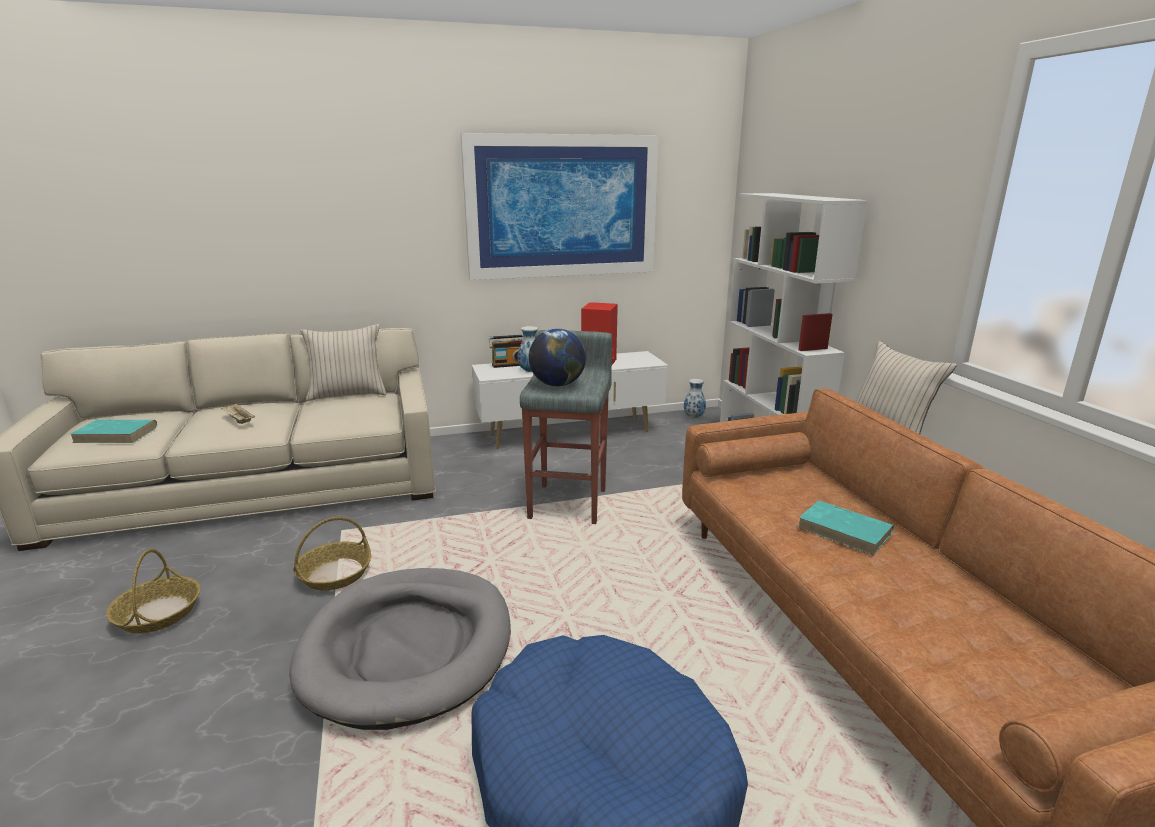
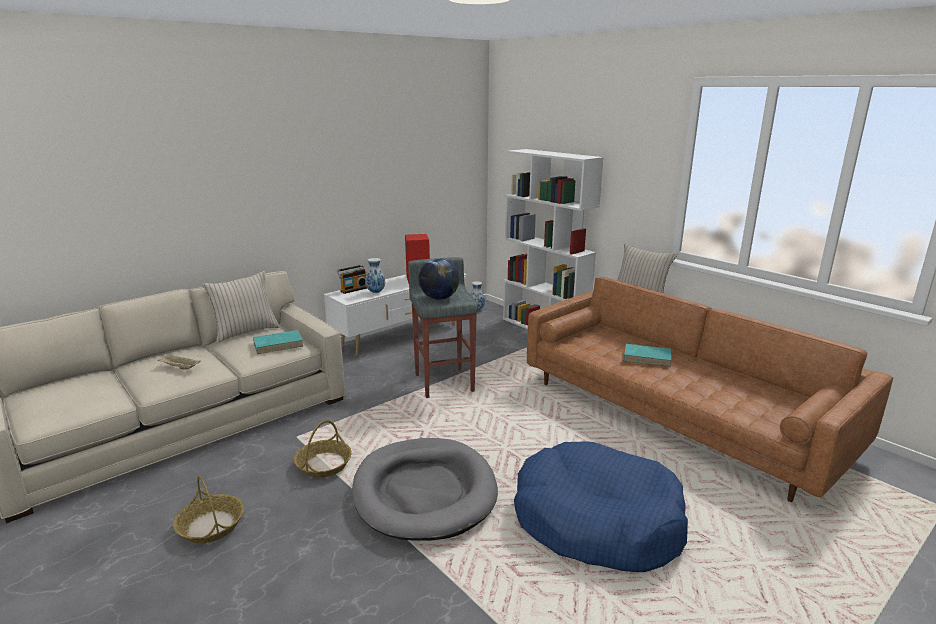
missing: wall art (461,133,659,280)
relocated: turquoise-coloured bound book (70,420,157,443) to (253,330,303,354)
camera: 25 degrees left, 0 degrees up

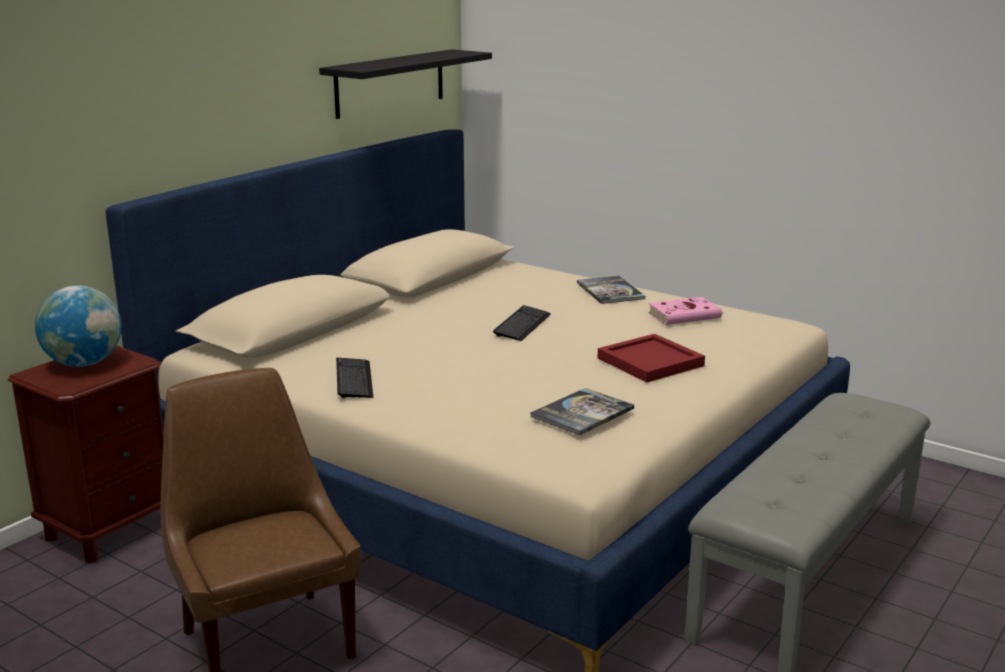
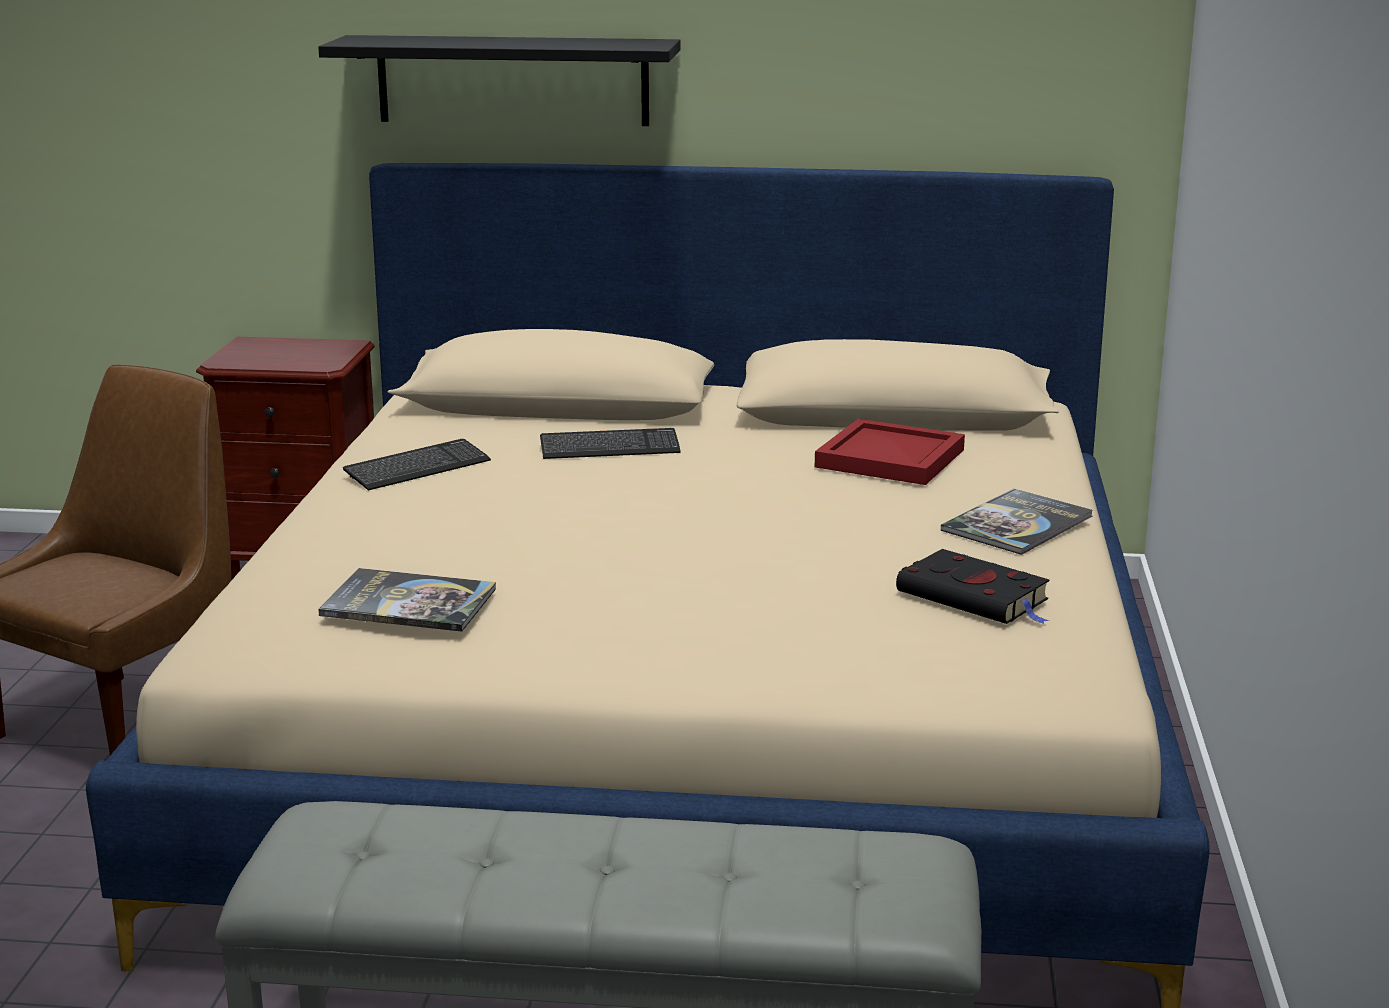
missing: desk globe (35,285,122,367)
relocated: blackish wall shelf (319,49,492,119) to (318,35,681,126); keyboard (493,305,551,341) to (540,428,681,459); red serving tray (598,334,705,383) to (815,419,965,485)
colour: pink bound book (648,297,723,325) to blackish bound book (896,549,1050,624)
camera: 60 degrees right, 0 degrees up

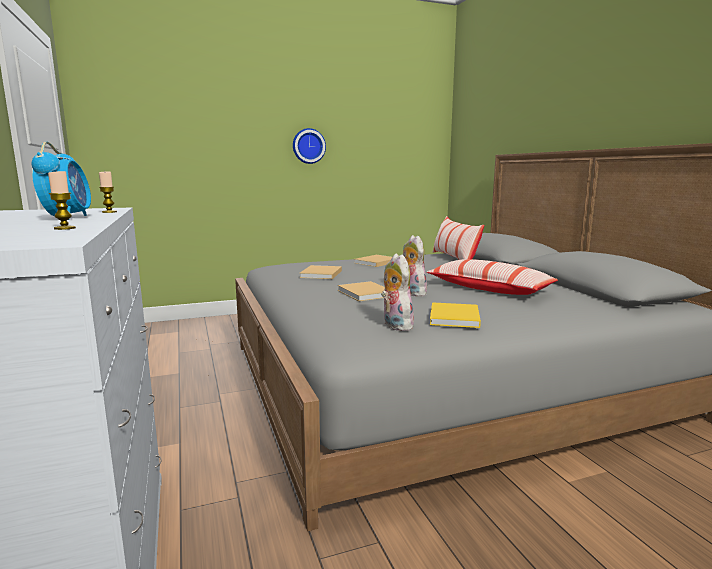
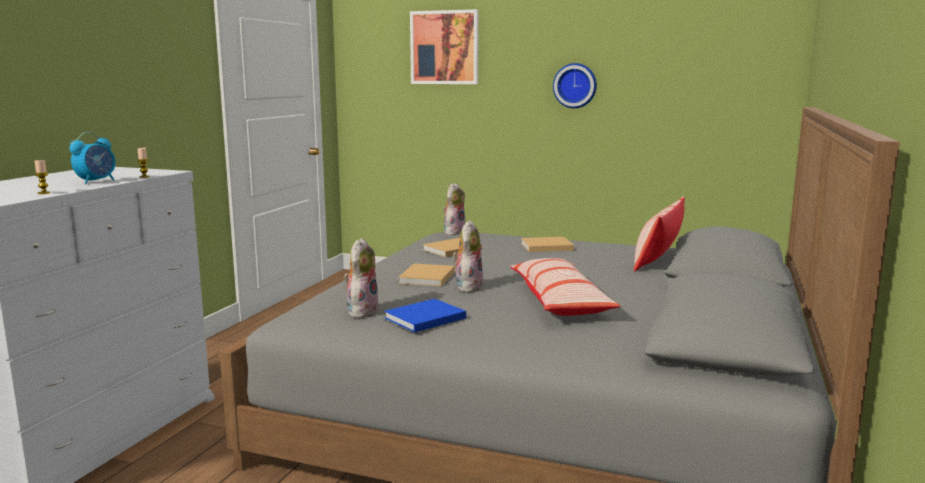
appeared: wall art (410,9,479,84); plush toy (443,183,465,235)
colour: yellow-coloured bound book (430,302,481,328) to bluish bound book (384,299,466,332)
camera: 40 degrees right, 0 degrees up

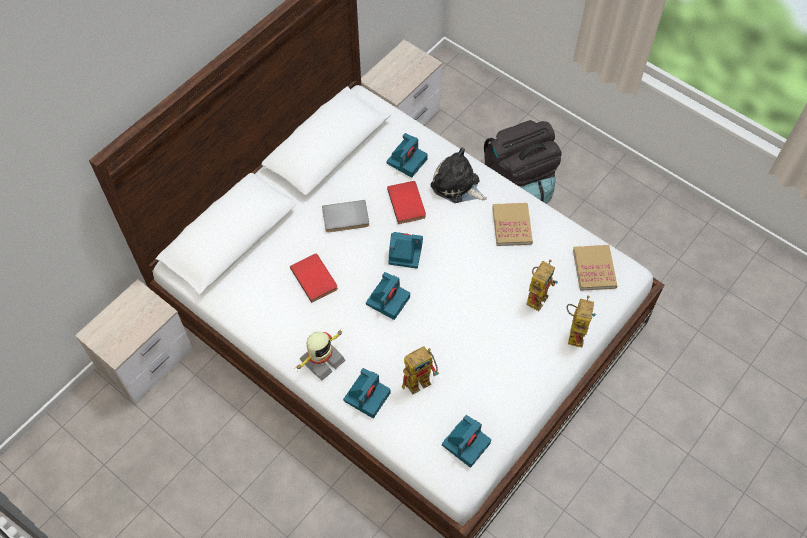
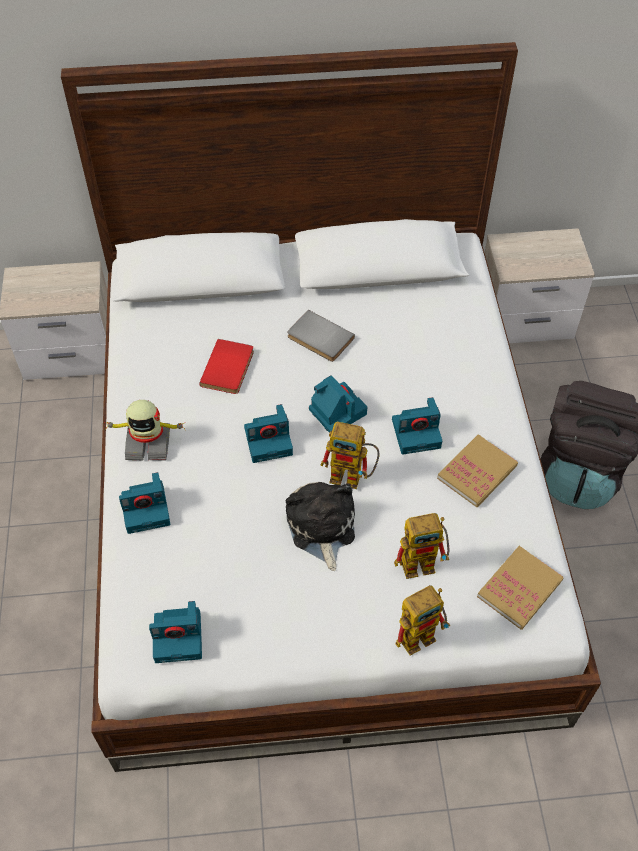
missing: red bound book (387,181,426,224)
relocated: photo camera (387,133,428,178) to (392,397,442,455); toy robot (402,347,440,395) to (320,422,379,489); plush toy (431,148,487,203) to (286,482,355,571)
camera: 45 degrees right, 5 degrees down

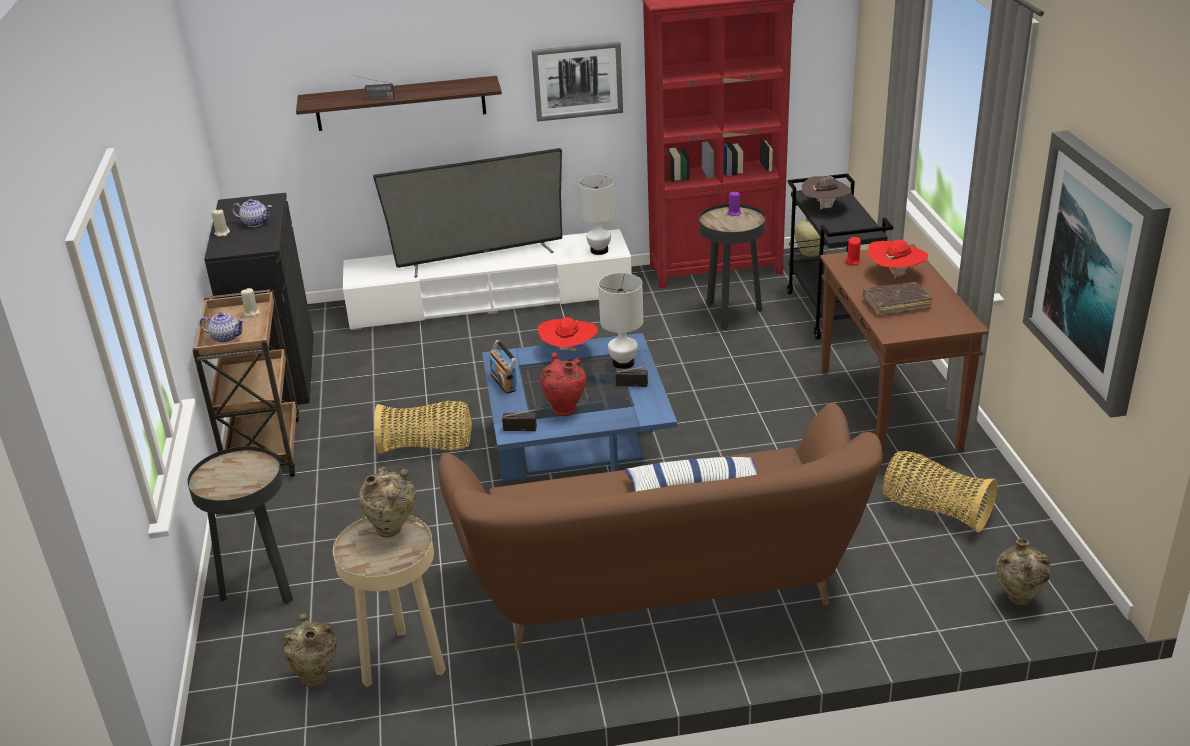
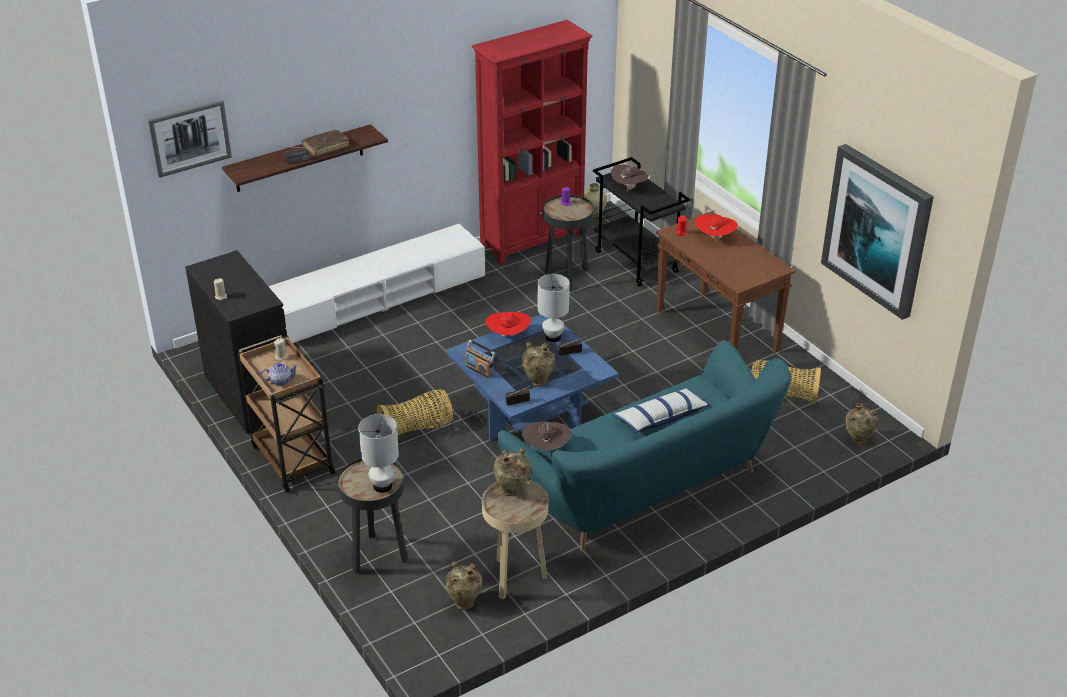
missing: teapot (232,199,272,227); television (373,148,562,278)
appeared: brown clothing hat (521,421,572,452)
relocated: wall art (532,41,623,122) to (148,100,232,178); white-coloured lamp for a table (578,175,615,255) to (358,414,399,493); brown bound book (863,282,932,317) to (302,130,349,157)
colour: brown settee (438,403,883,651) to turquoise-coloured settee (498,340,791,551); red decorative vase (540,352,586,416) to beige-coloured decorative vase (522,342,555,386)
camera: 25 degrees left, 5 degrees up

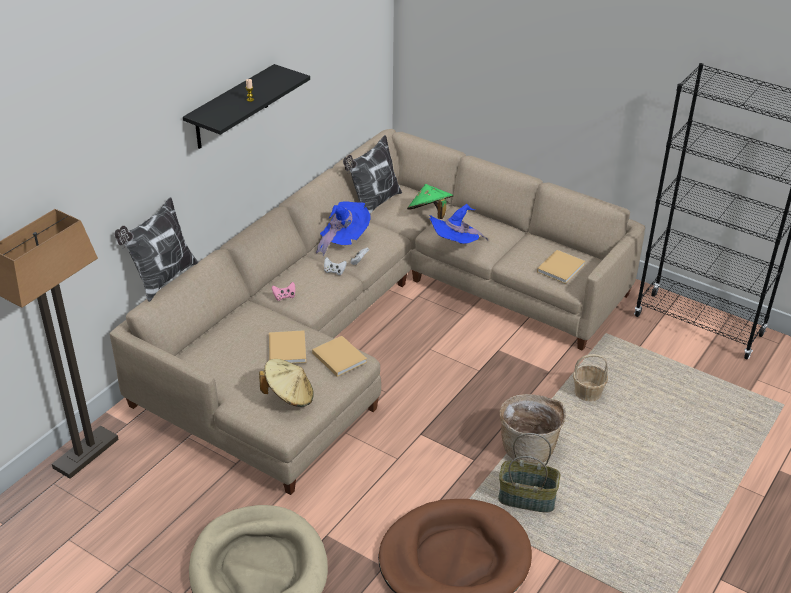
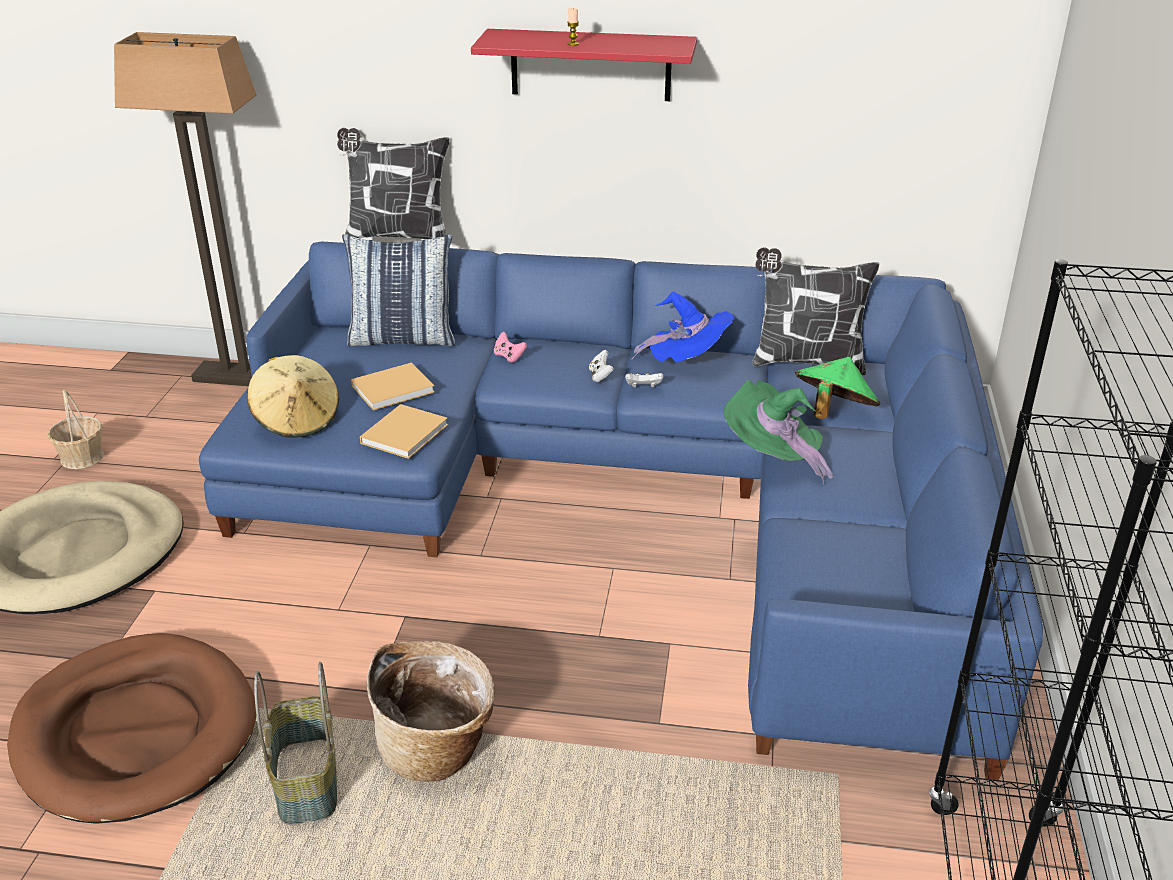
missing: beige-coloured bound book (537,250,585,284)
appeared: throw pillow (342,234,455,346)
relocated: household basket (573,354,608,402) to (47,390,104,469)
colour: beige-coloured settee (110,129,645,495) to bluish settee (199,242,1043,780); blackish wall shelf (183,64,310,149) to red wall shelf (471,29,697,101); bluish clothing hat (429,204,488,244) to green clothing hat (724,380,834,486)
camera: 65 degrees right, 5 degrees down

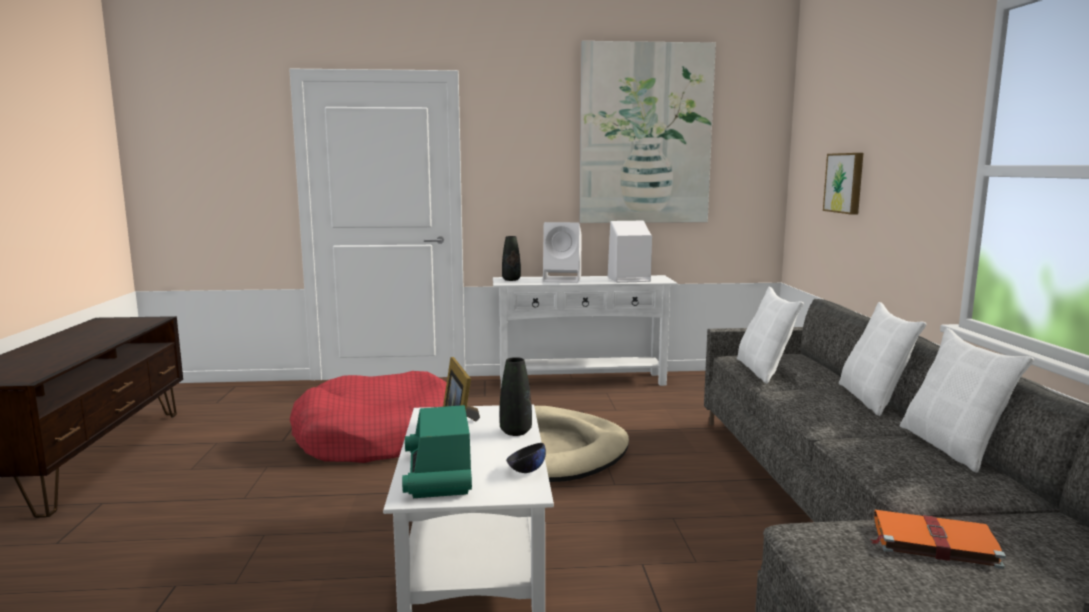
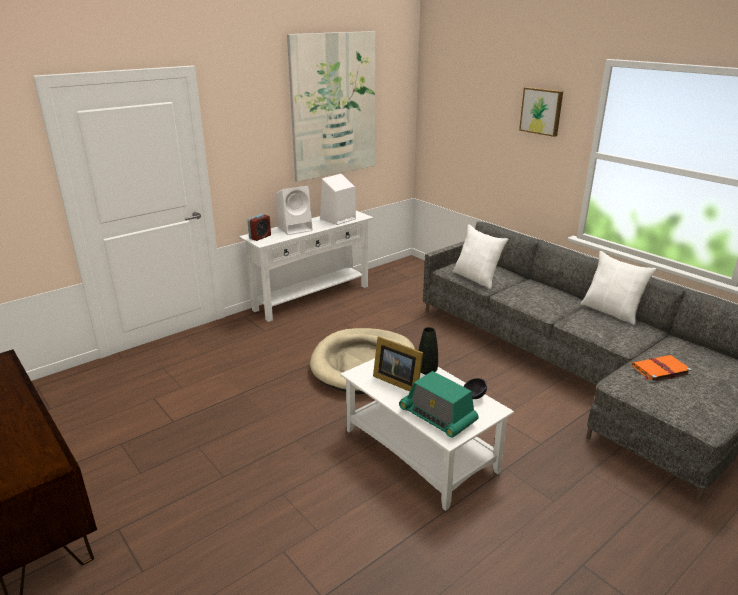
missing: red dog cushion (290,371,447,463); white-coloured throw pillow (839,302,927,416)
relocated: wall art (823,153,863,215) to (519,87,563,137)
exchanged: blackish decorative vase (502,236,521,281) to bedside clock (247,214,271,241)
camera: 35 degrees left, 15 degrees up

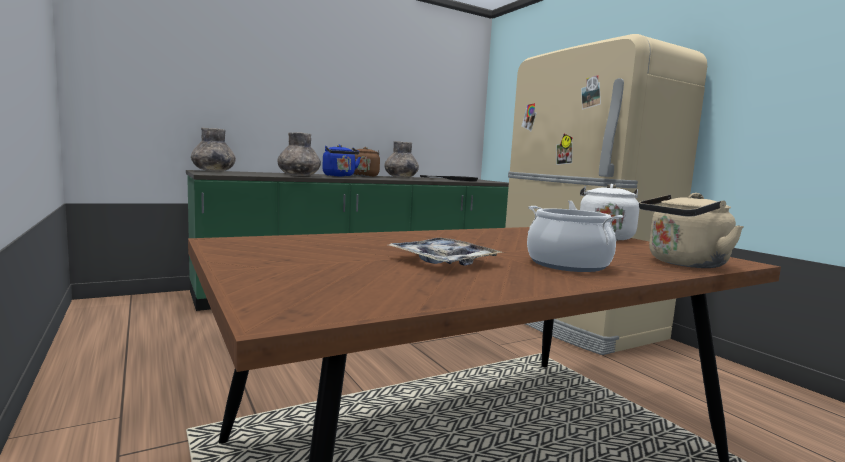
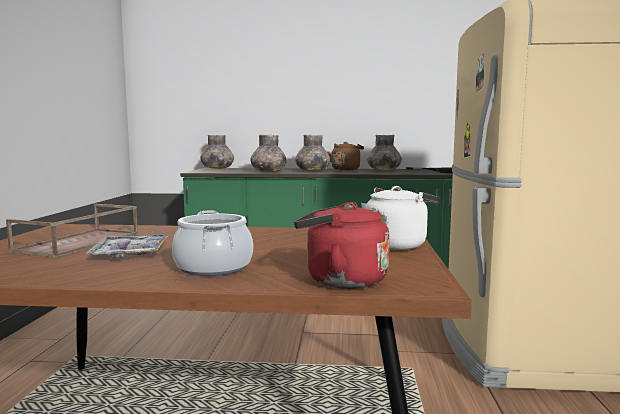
appeared: brown serving tray (6,204,138,258)
exchanged: bluish water kettle (323,145,361,177) to greyish decorative vase (295,135,331,171)
colour: beige-coloured water kettle (639,193,744,268) to red water kettle (294,202,390,289)
camera: 35 degrees right, 0 degrees up

